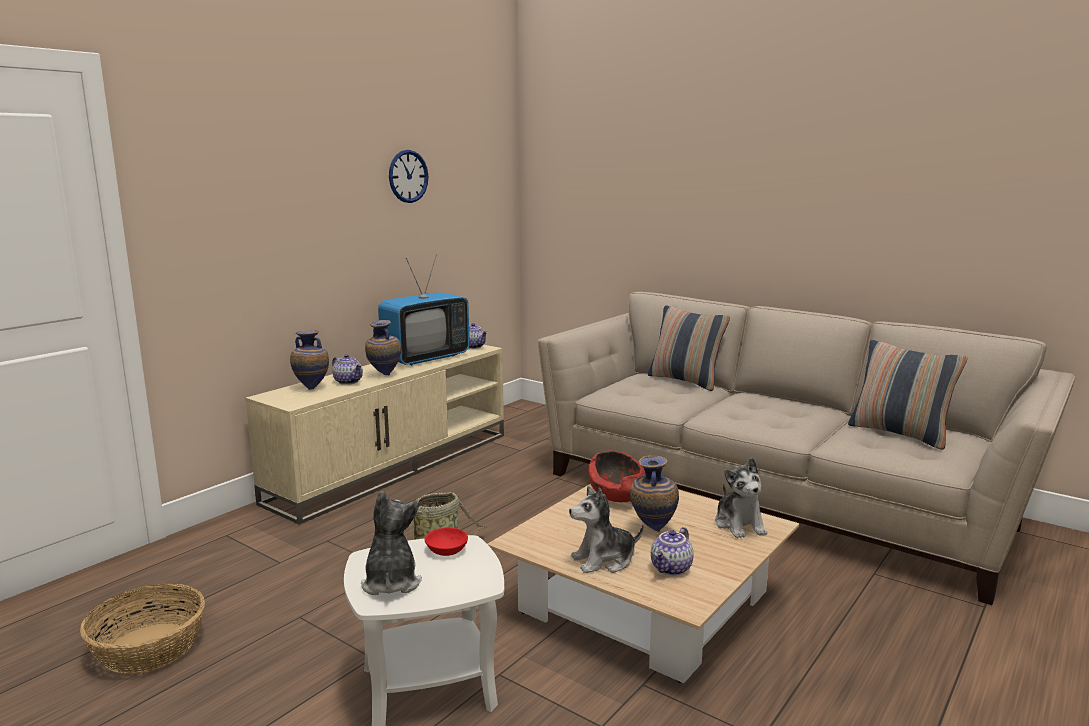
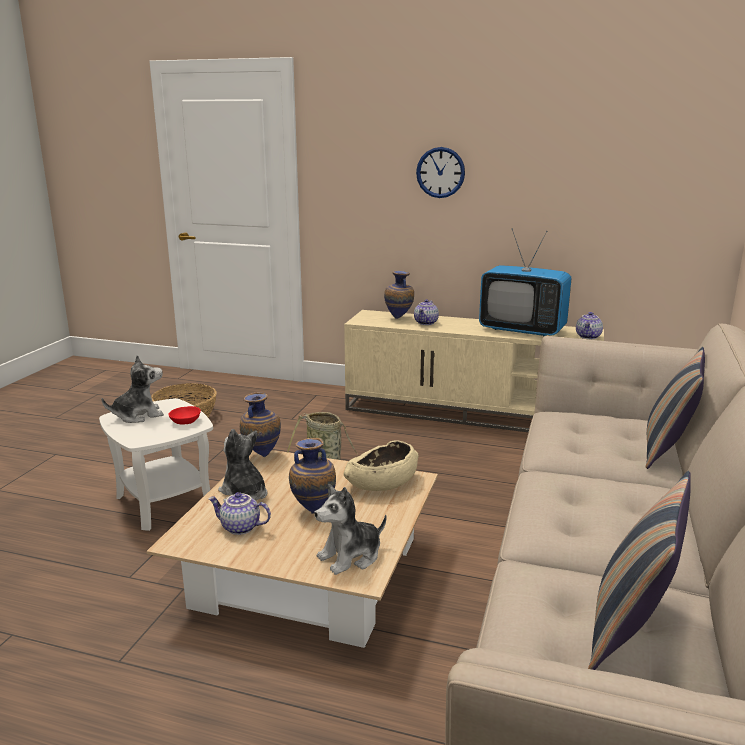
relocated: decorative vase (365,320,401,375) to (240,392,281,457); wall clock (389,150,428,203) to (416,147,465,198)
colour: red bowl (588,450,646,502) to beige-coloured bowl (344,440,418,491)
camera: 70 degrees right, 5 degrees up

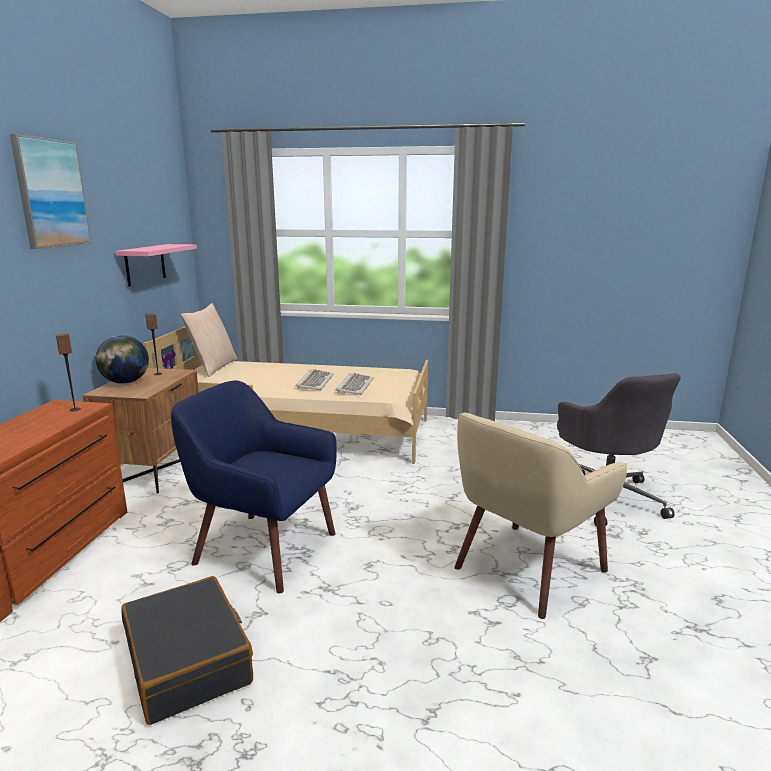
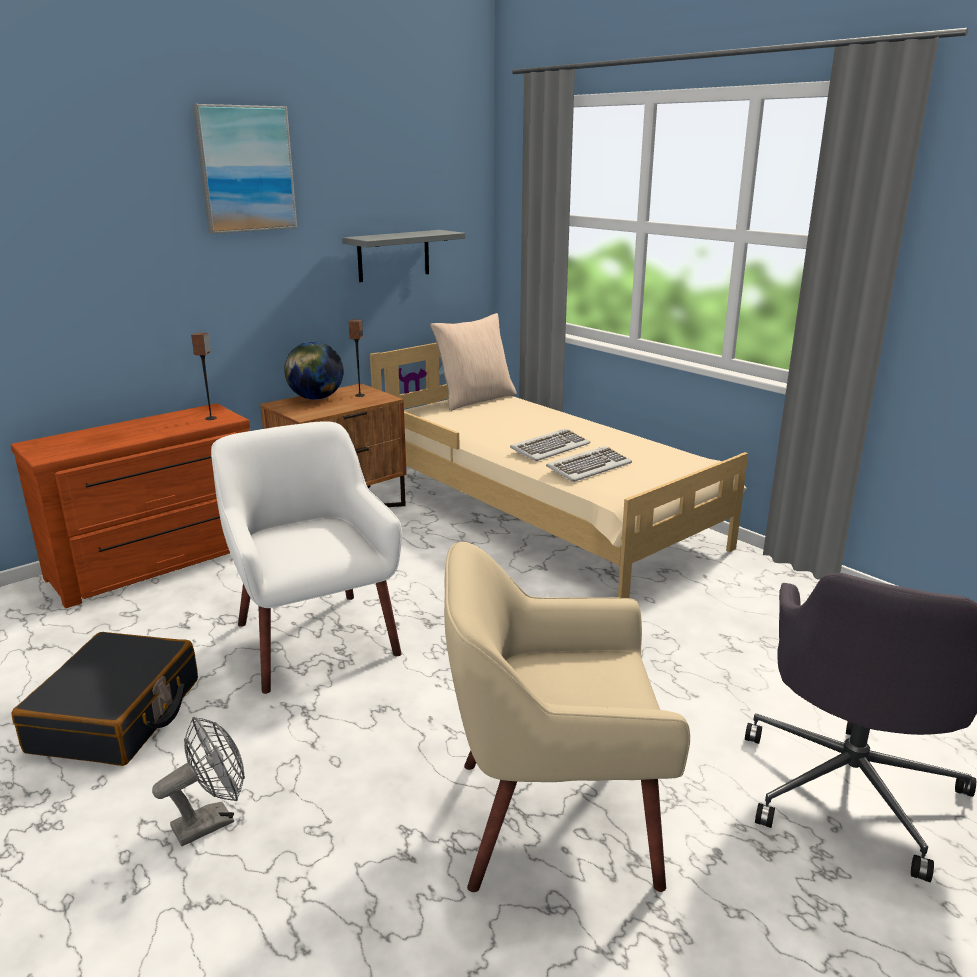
appeared: greyish cooling fan (152,717,245,846)
colour: pink wall shelf (115,244,197,286) to greyish wall shelf (342,230,465,282); bluish easy chair (171,380,337,593) to white-coloured easy chair (211,422,402,694)
camera: 40 degrees right, 5 degrees up

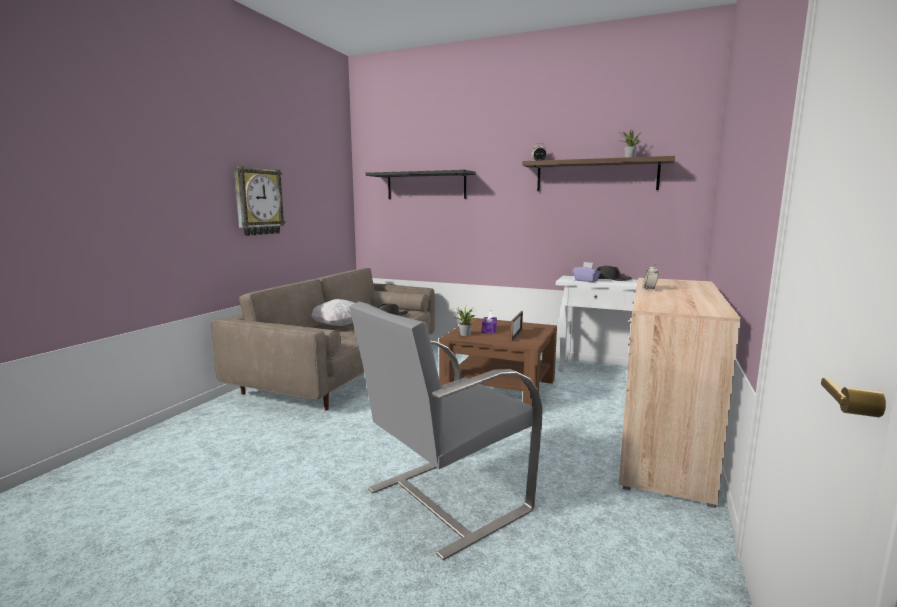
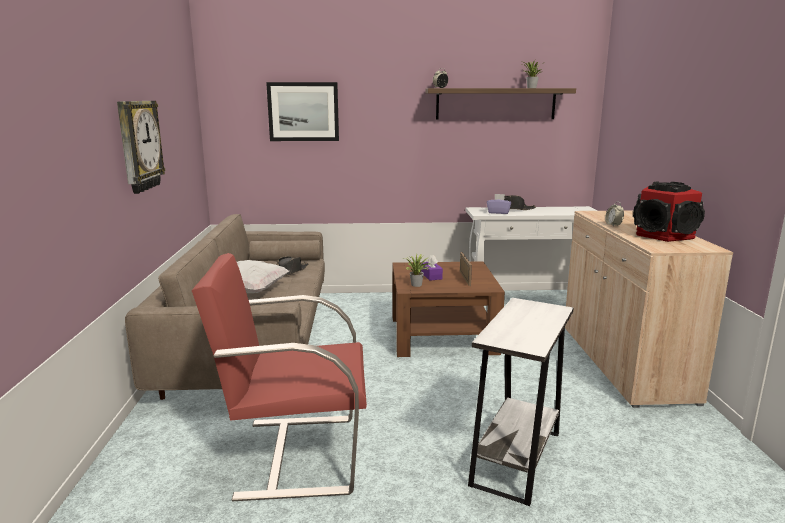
appeared: red easy chair (192,253,367,501); loudspeaker (633,181,705,242)
exchanged: greyish easy chair (349,302,543,560) to white-coloured end table (468,298,574,506); blackish wall shelf (366,170,476,199) to wall art (266,82,339,141)
camera: 25 degrees left, 5 degrees up

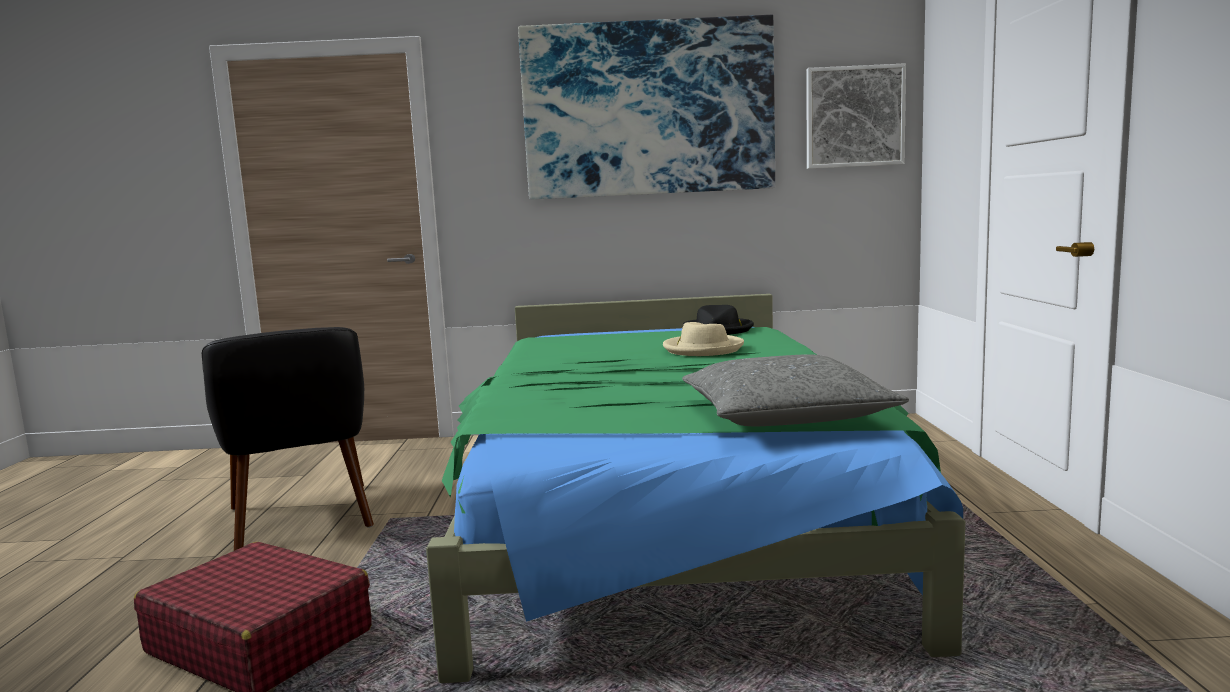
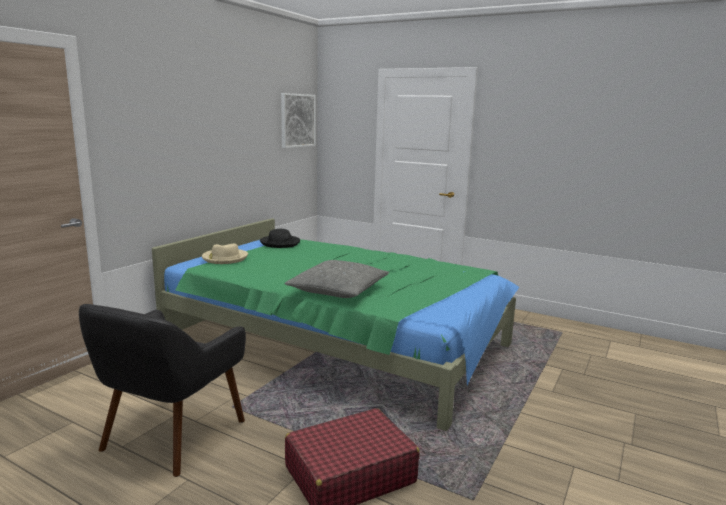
missing: wall art (518,15,775,199)
relocated: beige-coloured clothing hat (663,322,744,356) to (202,244,248,264); greyish throw pillow (682,354,909,426) to (285,260,389,298)
spun: blackish easy chair (202,327,374,551) = (79,304,246,477) 105 degrees clockwise
camera: 60 degrees left, 5 degrees up

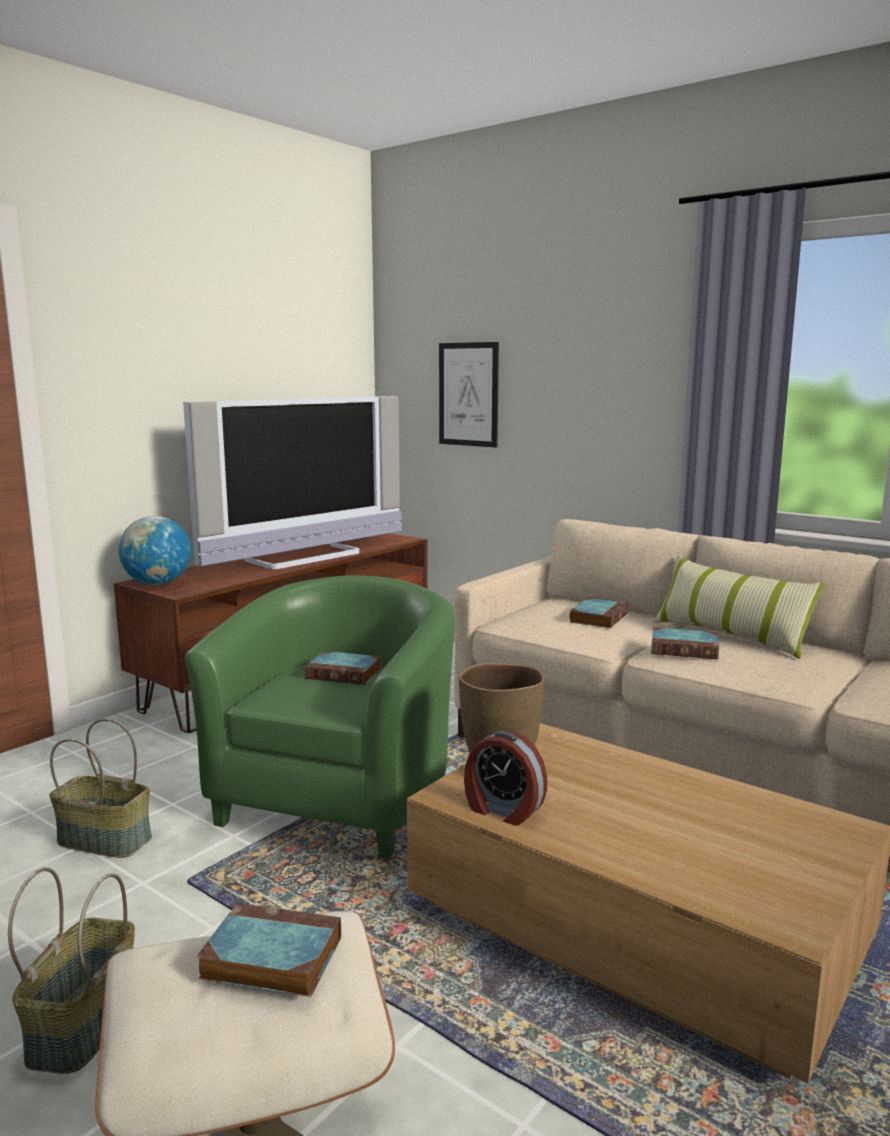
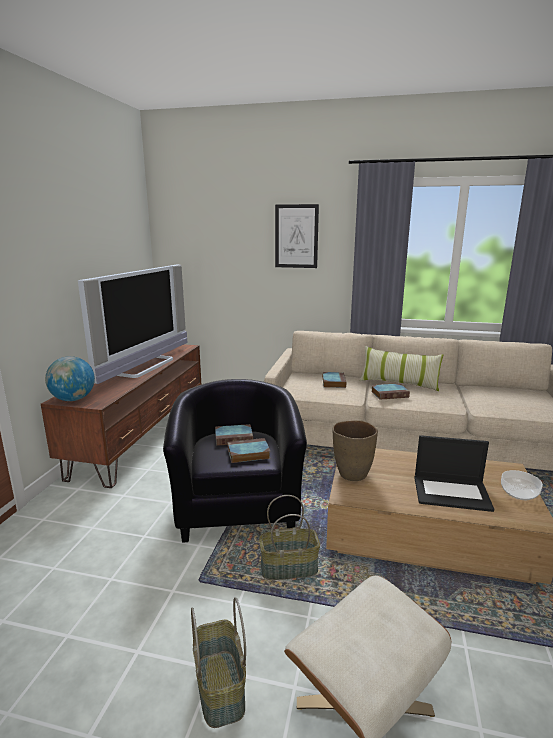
missing: bedside clock (464,730,547,826)
appeared: portable computer (414,435,494,512); bowl (501,470,543,500)
relocated: household basket (49,718,152,858) to (259,495,320,580); bound book (197,903,341,997) to (227,438,271,463); wall art (439,342,499,447) to (275,204,319,268)
colour: green easy chair (185,575,455,859) to blackish easy chair (163,379,307,543)
camera: 25 degrees left, 5 degrees up

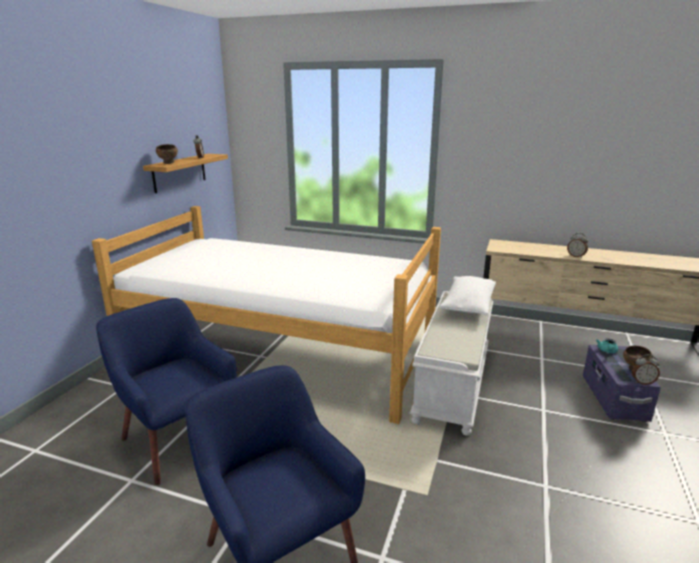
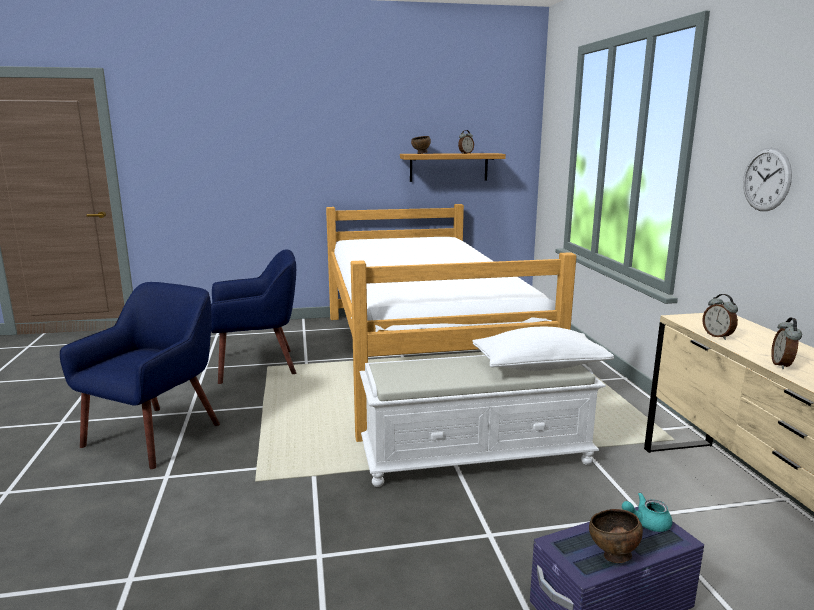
appeared: wall clock (743,147,792,211)
relocated: bedside clock (632,354,660,385) to (702,294,738,340)
spun: bluish easy chair (96,298,237,485) = (211,249,296,384) 60 degrees clockwise
camera: 60 degrees right, 5 degrees down

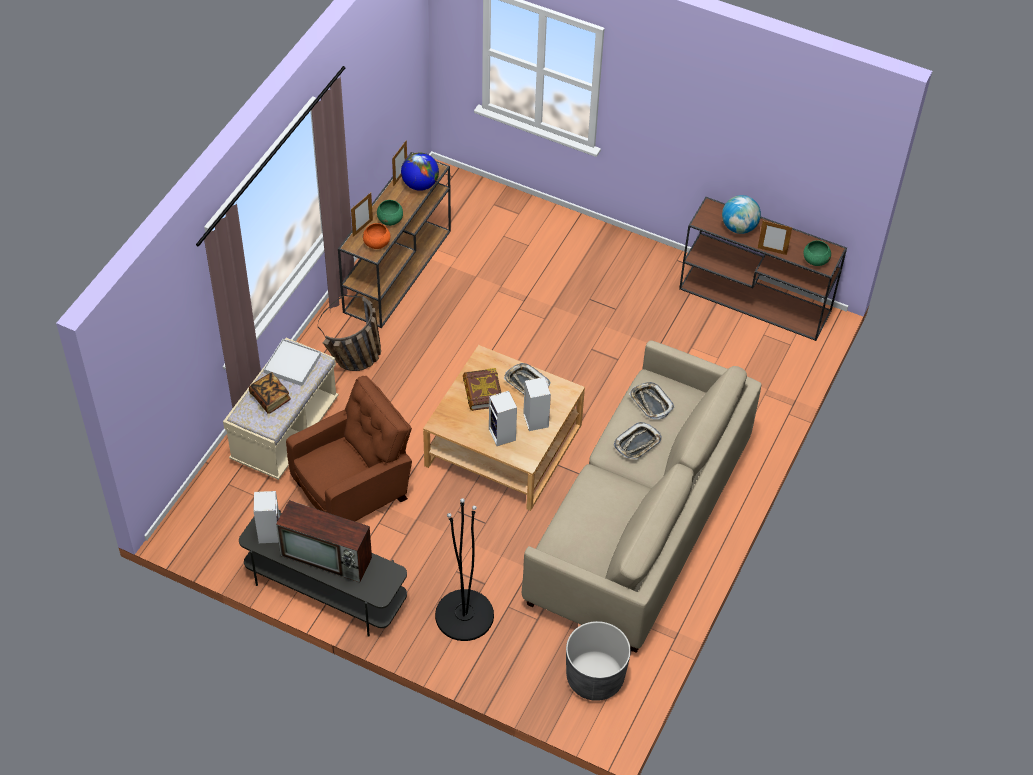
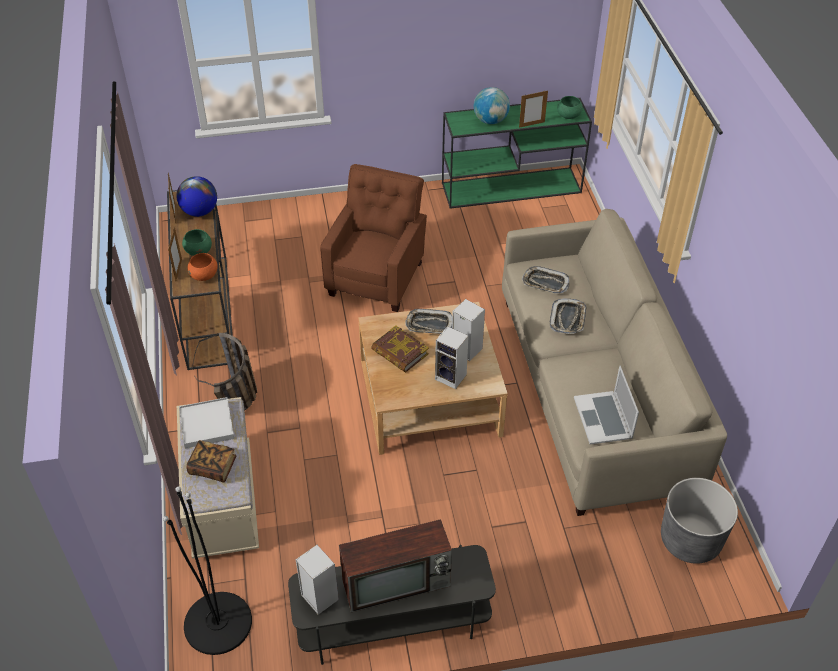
appeared: portable computer (574,366,639,445)
relocated: brown easy chair (286,376,412,521) to (320,164,427,312); blackish floor lamp (435,498,494,641) to (163,486,252,655)
colour: brown hall table (679,197,847,341) to green hall table (442,98,592,209)
camera: 35 degrees left, 5 degrees down

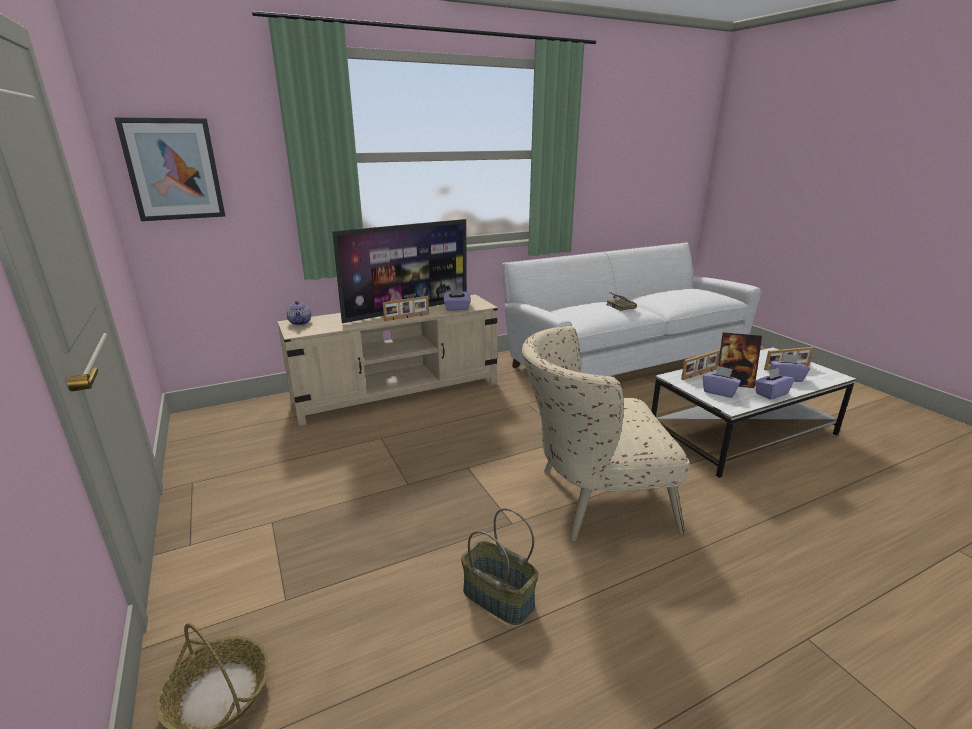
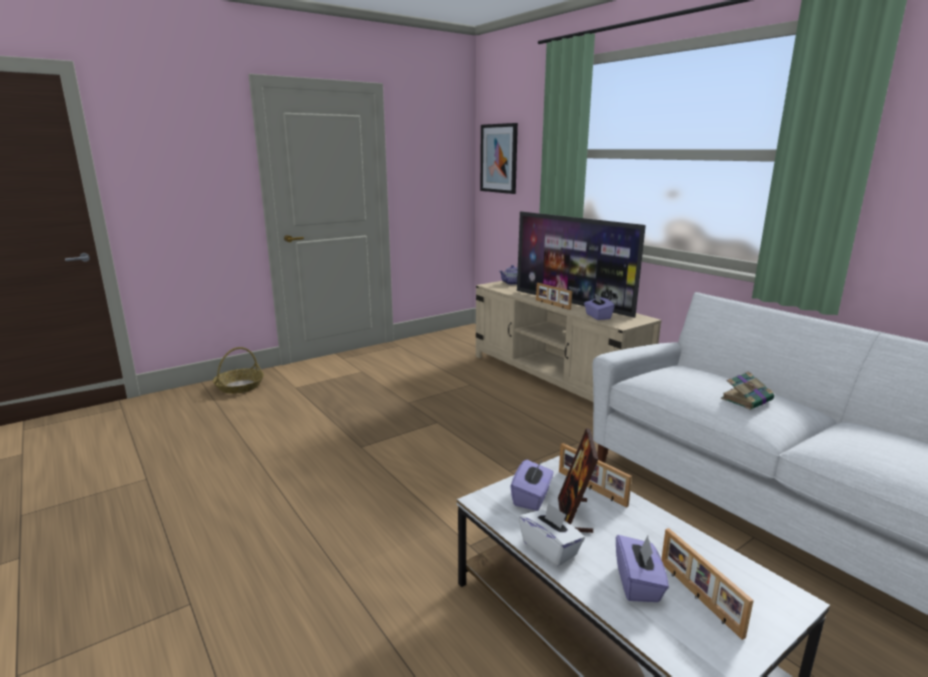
missing: household basket (461,508,538,625); beige-coloured easy chair (522,326,689,541)
colour: purple tissue box (755,368,795,400) to white-coloured tissue box (519,502,585,567)
camera: 80 degrees right, 5 degrees down

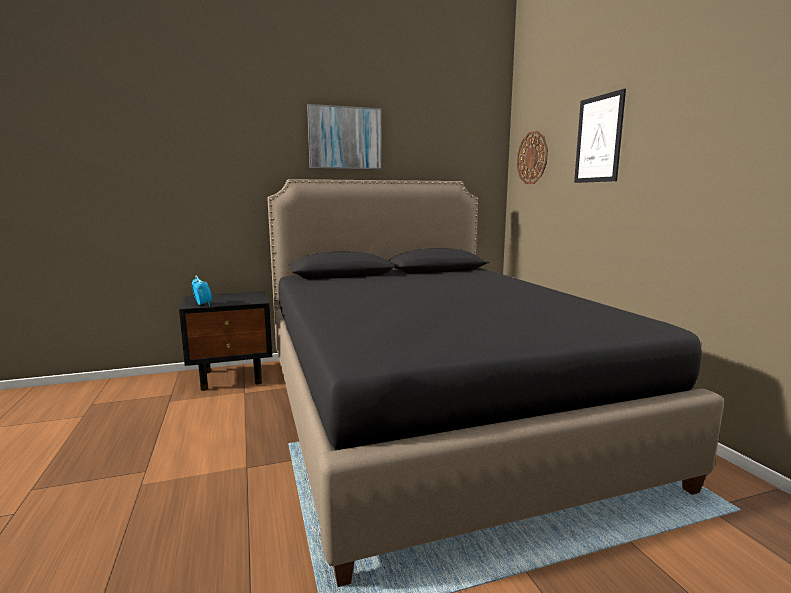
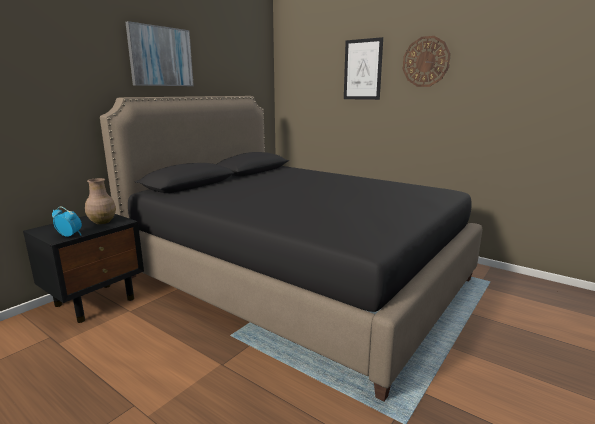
appeared: brown decorative vase (85,178,116,224)
relocated: wall clock (517,131,548,184) to (403,36,451,87)
camera: 35 degrees left, 5 degrees up

